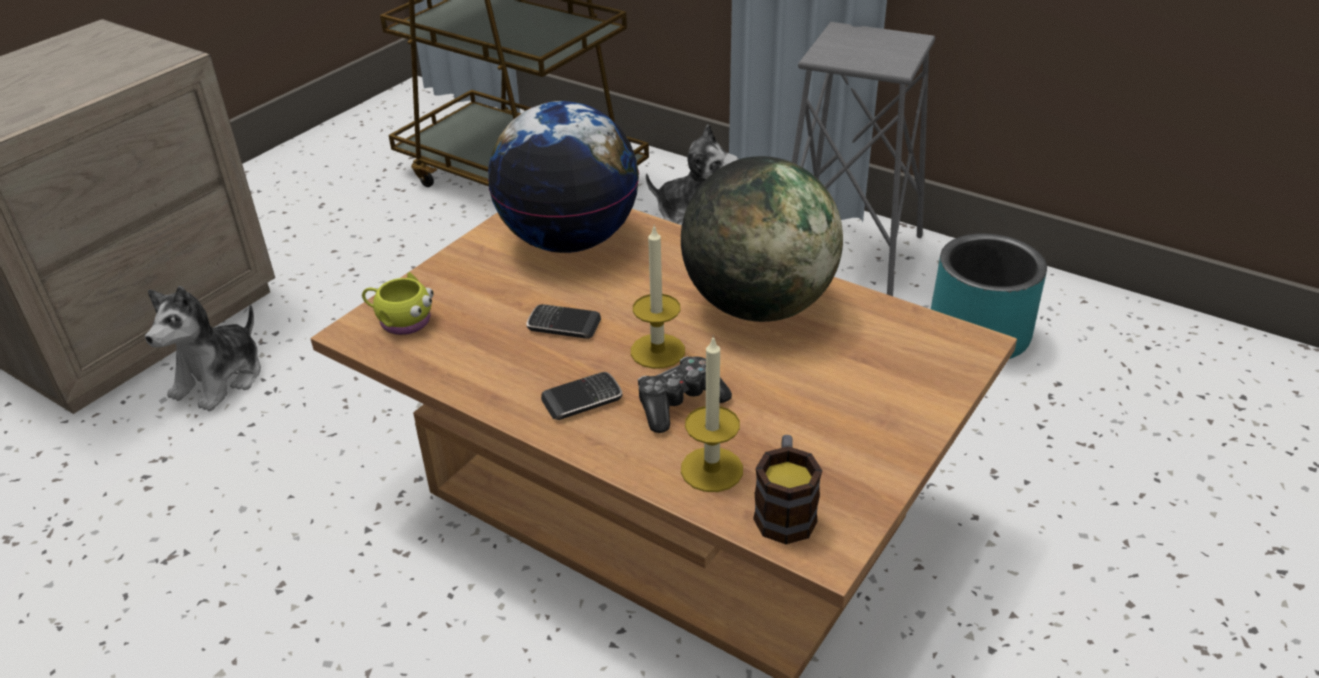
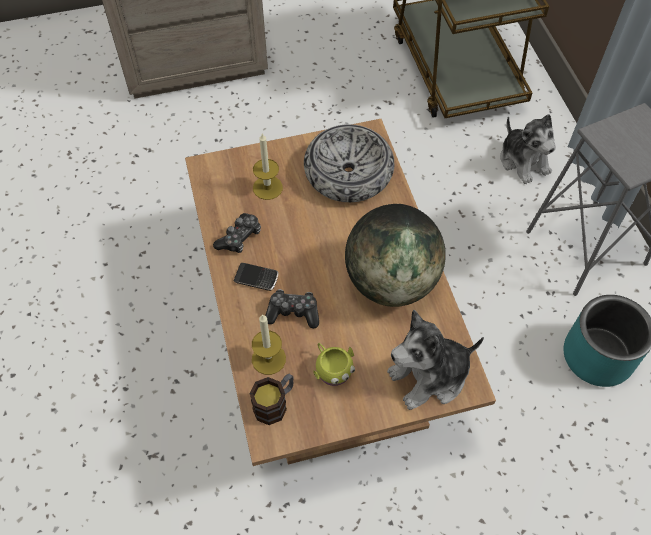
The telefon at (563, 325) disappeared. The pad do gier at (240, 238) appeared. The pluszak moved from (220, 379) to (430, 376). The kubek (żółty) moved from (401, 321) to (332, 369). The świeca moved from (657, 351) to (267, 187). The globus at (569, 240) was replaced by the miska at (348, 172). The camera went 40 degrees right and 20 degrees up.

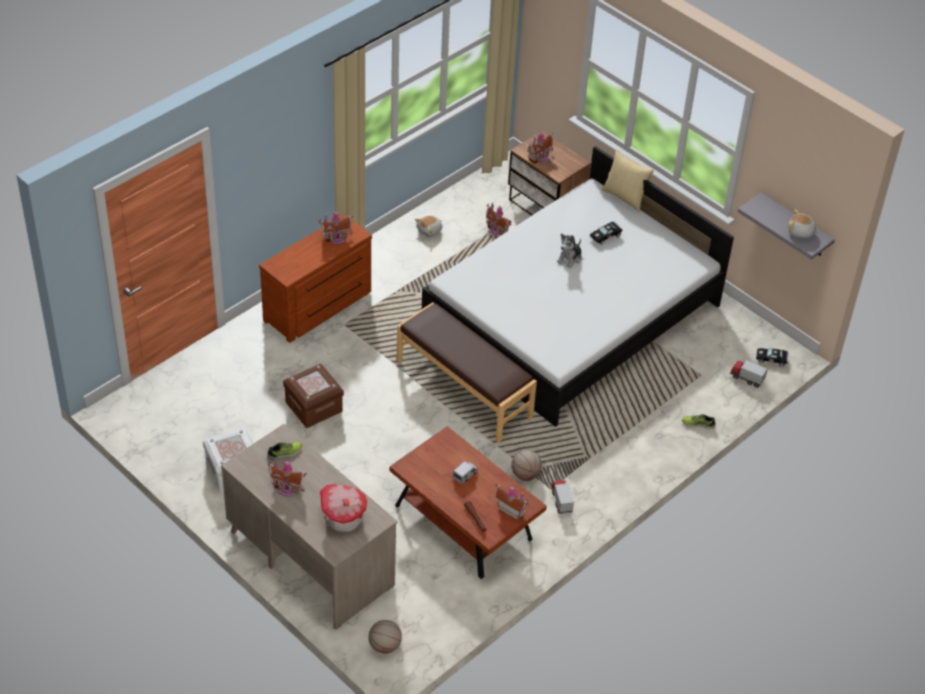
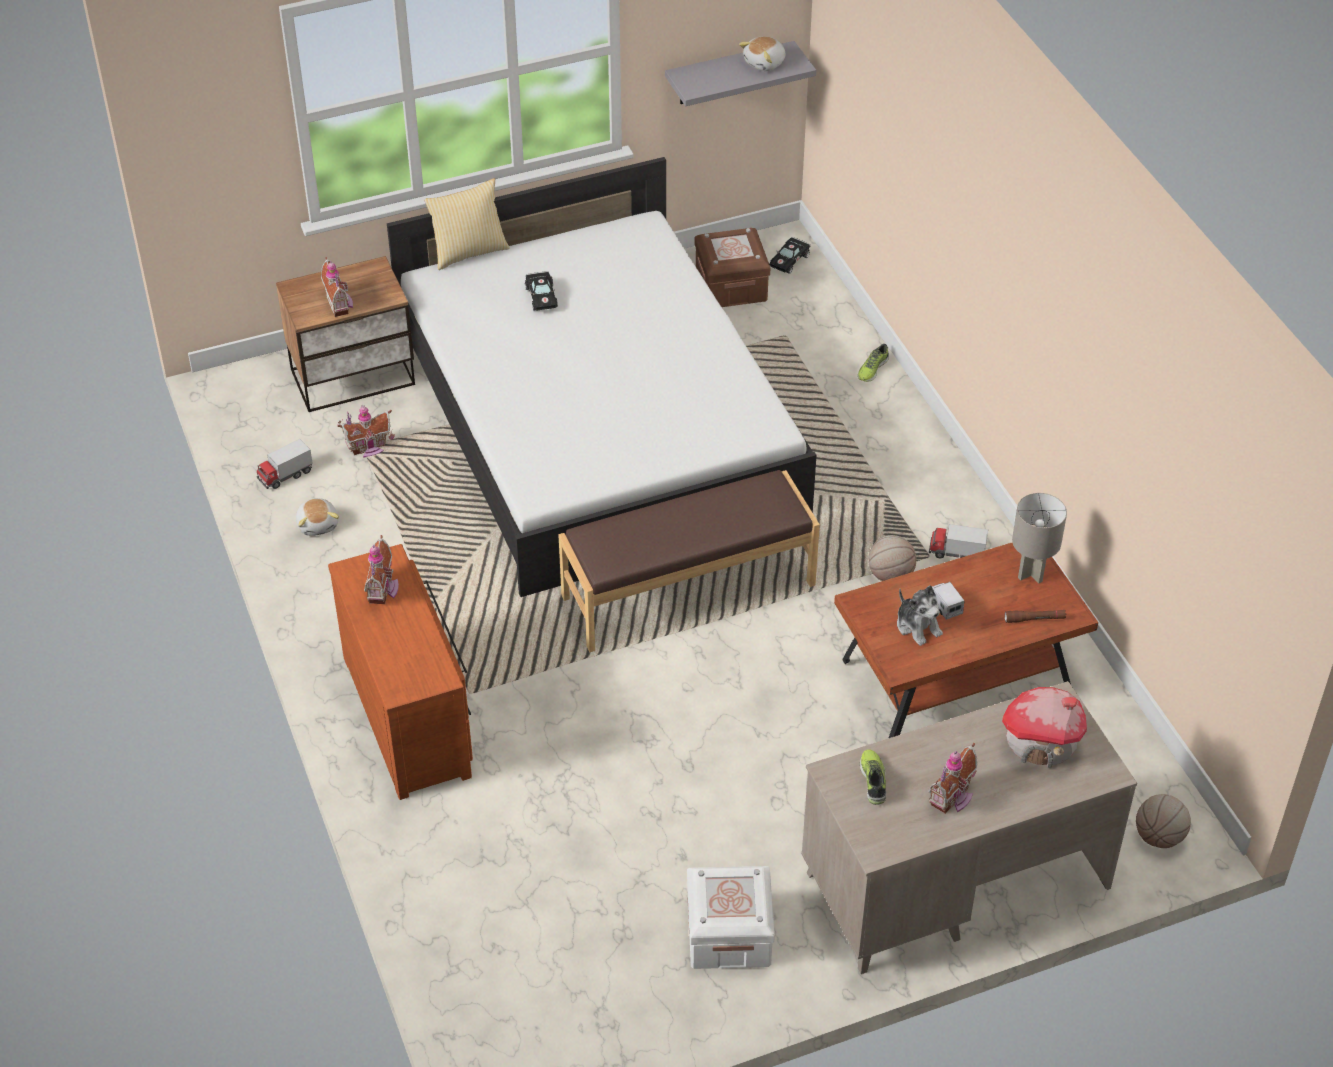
The pojemnik do przechowywania (brązowy) moved from (313, 406) to (731, 286). The pluszak moved from (570, 258) to (917, 626). The ciężarówka zabawkowa moved from (746, 378) to (285, 476). The domek at (512, 509) was replaced by the lampa stołowa (szary) at (1031, 573). The camera went 65 degrees left and 0 degrees up.

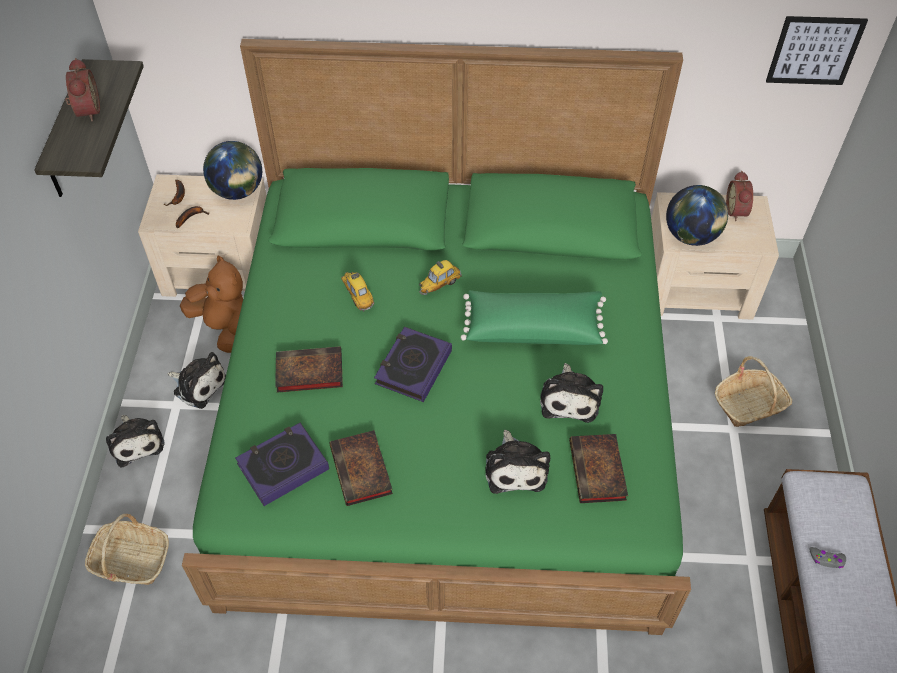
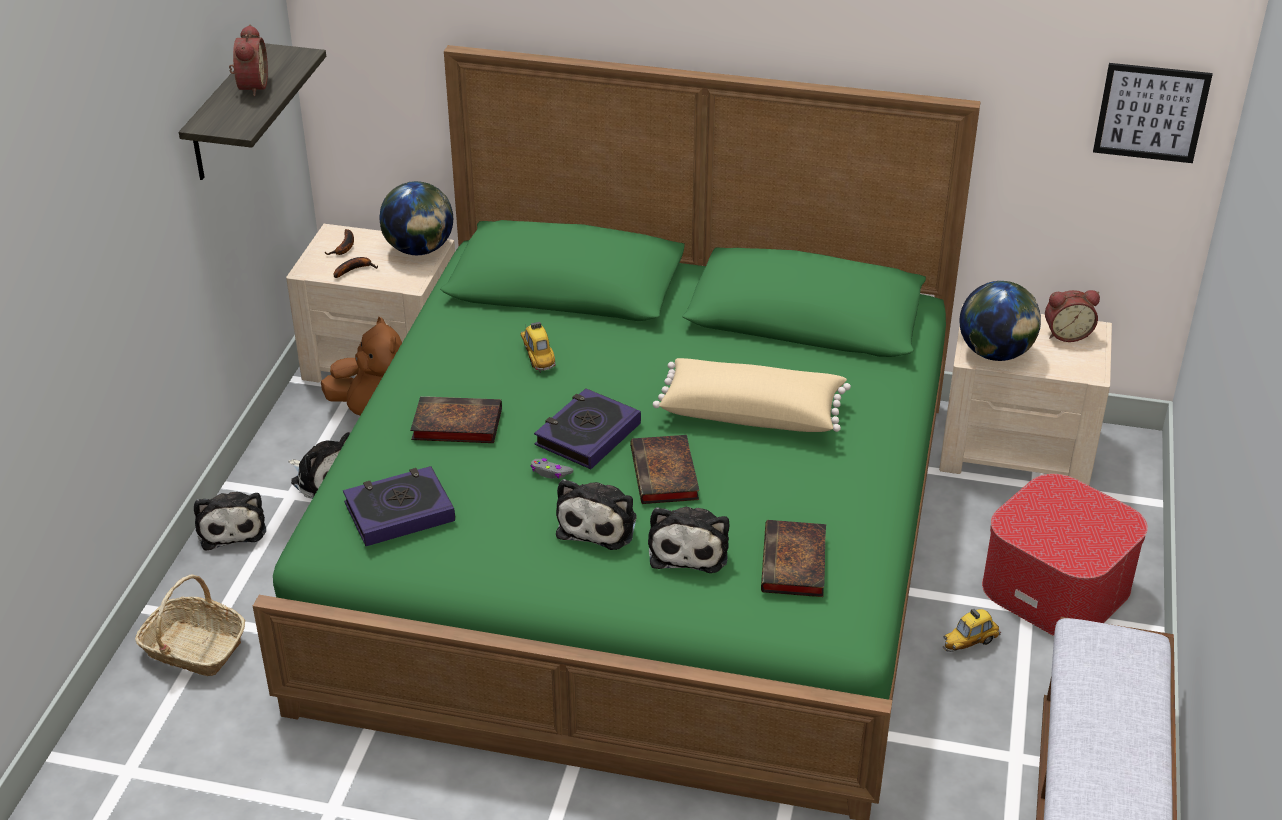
The książka moved from (362, 472) to (665, 476). The samochodzik moved from (439, 285) to (970, 642). The pluszak moved from (569, 398) to (599, 523). The pad do gier (szary) moved from (826, 560) to (550, 472). The koszyk at (749, 405) was replaced by the pufa at (1057, 586). The poduszka (zielony) at (533, 327) became the poduszka (beżowy) at (751, 412). The budzik at (737, 211) turned 105 degrees counterclockwise. The camera went 10 degrees right and 15 degrees down.

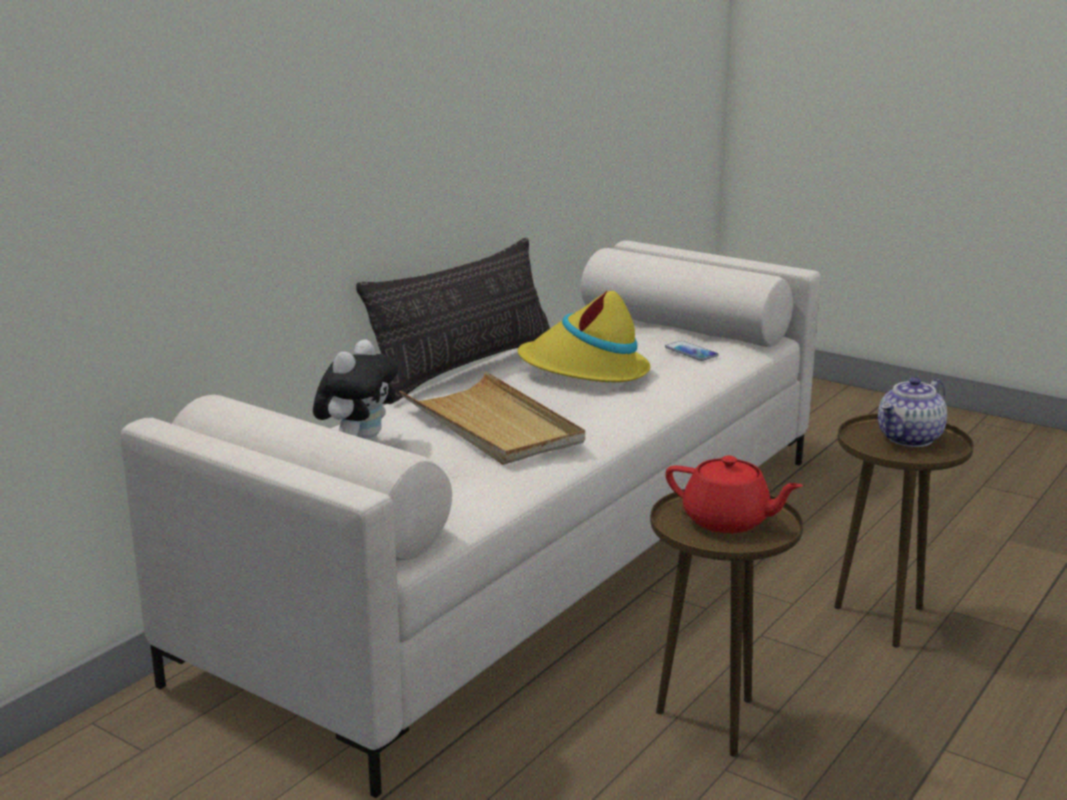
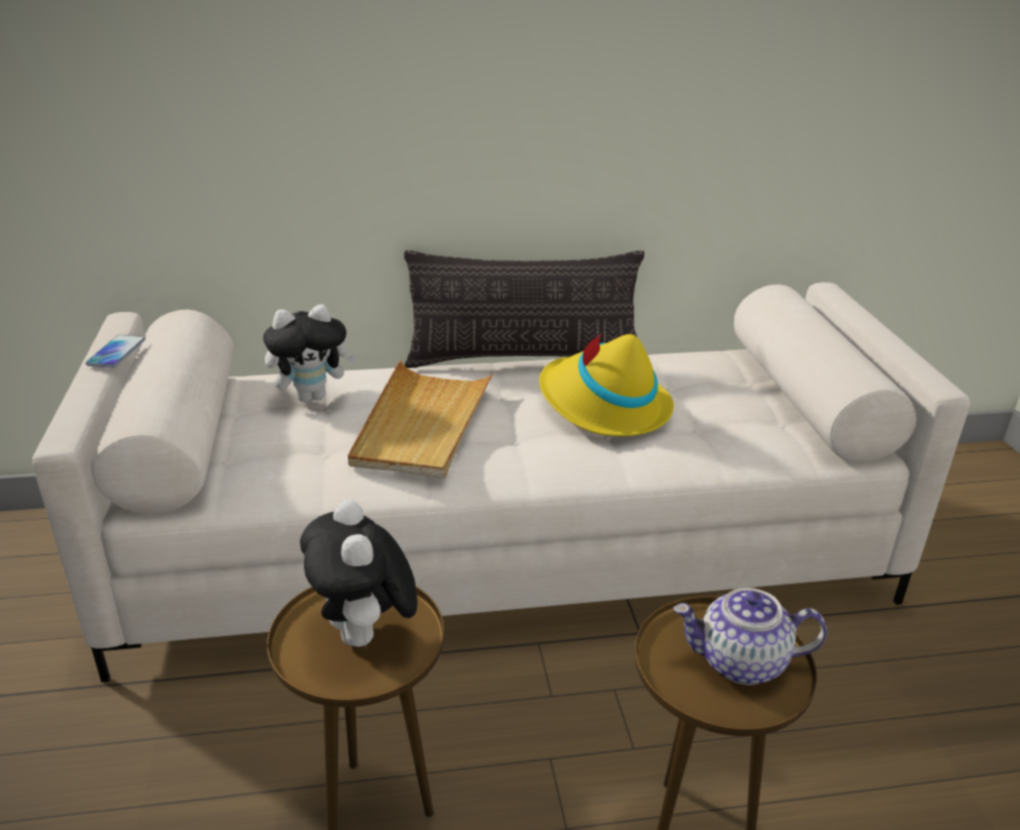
The telefon moved from (691, 352) to (116, 352). The imbryk (czerwony) at (727, 521) was replaced by the pluszak at (364, 636). The camera went 45 degrees right and 10 degrees up.

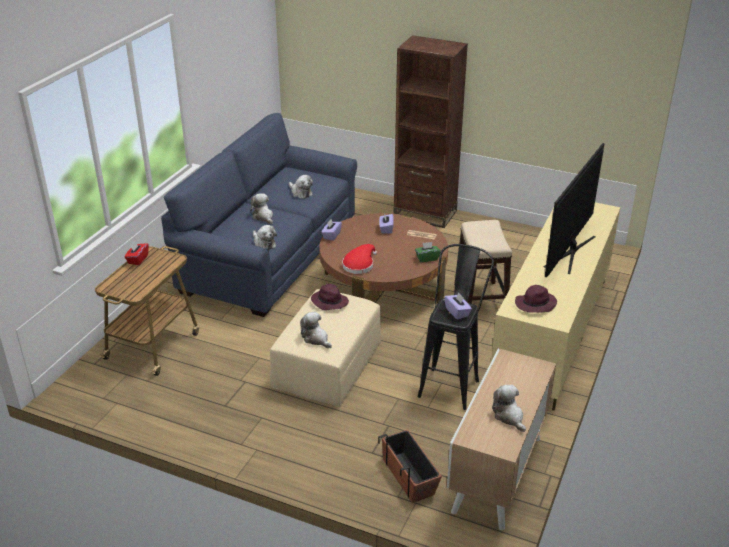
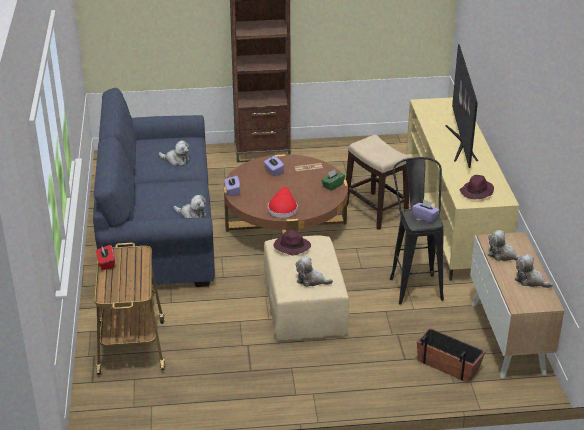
The pluszak moved from (263, 217) to (502, 255). The camera went 30 degrees left and 0 degrees up.

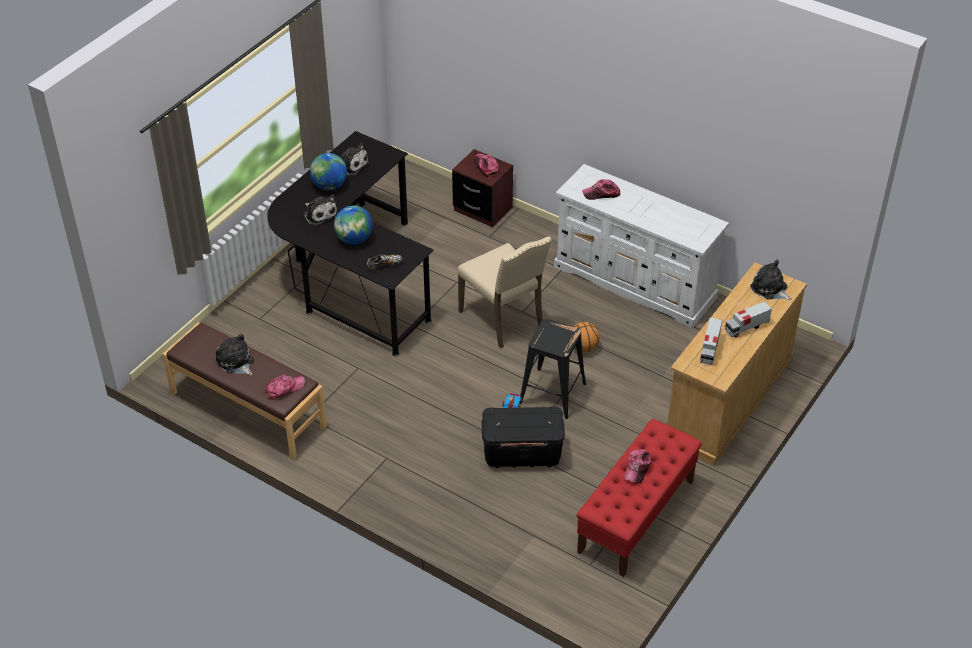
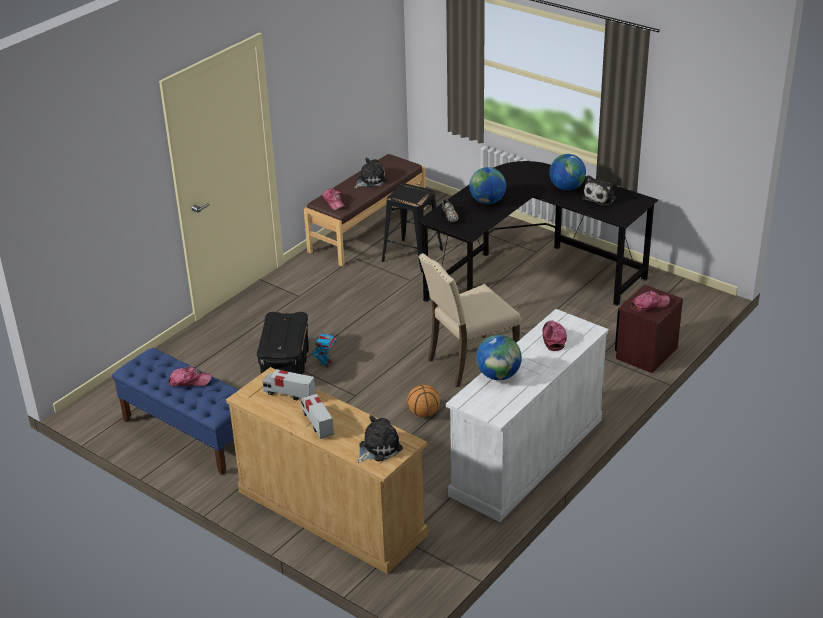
The pluszak at (319, 214) disappeared. The globus at (498, 375) appeared. The stołek (czarny) moved from (551, 393) to (412, 255). The ławka (czerwony) at (636, 517) became the ławka (niebieski) at (189, 433). The czapka z daszkiem at (637, 468) turned 150 degrees clockwise. The camera went 95 degrees right and 10 degrees down.

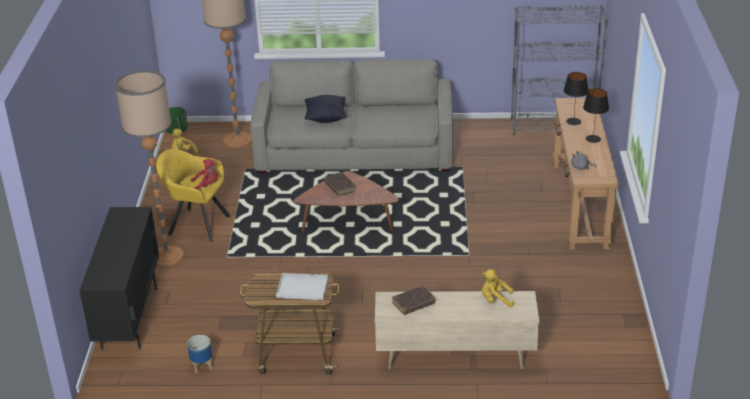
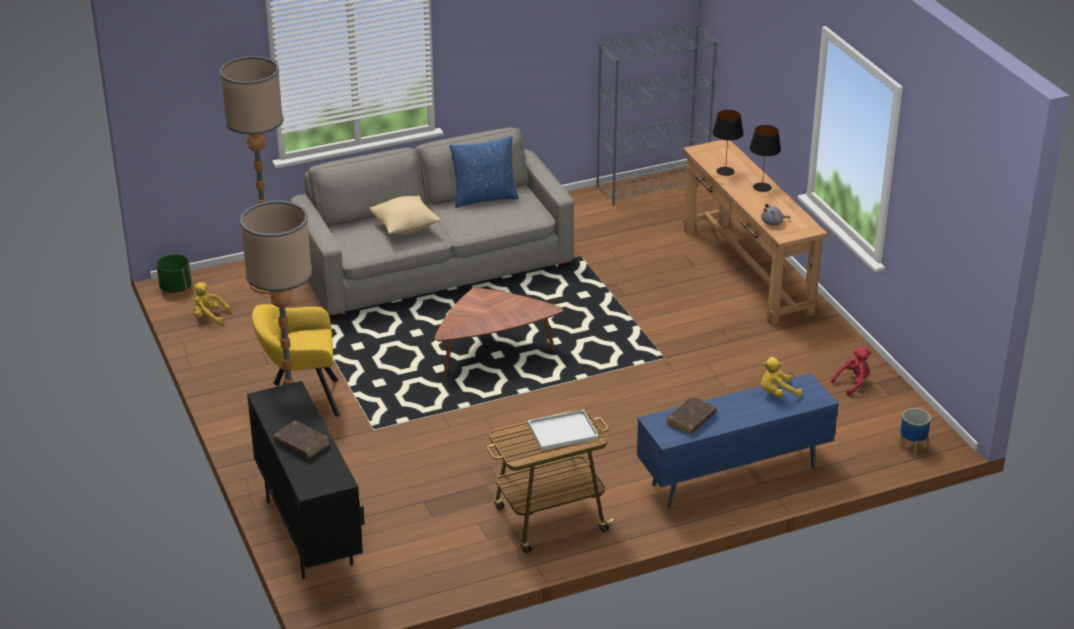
The poduszka (niebieski) at (484, 198) appeared. The donica moved from (202, 366) to (912, 446). The pluszak (czerwony) moved from (206, 185) to (853, 383). The książka (brązowy) moved from (339, 187) to (301, 444). The poduszka (czarny) at (326, 118) became the poduszka (beżowy) at (405, 227). The szafka pod telewizor (beżowy) at (455, 358) became the szafka pod telewizor (niebieski) at (733, 476). The camera went 25 degrees left and 0 degrees up.

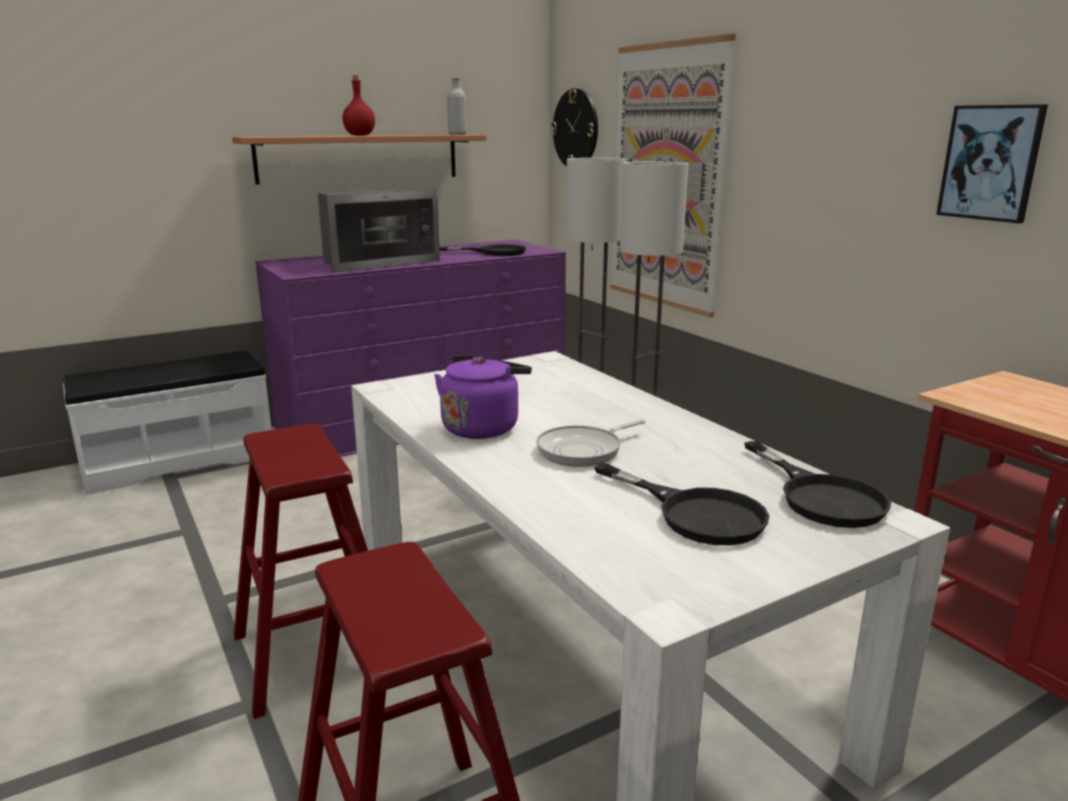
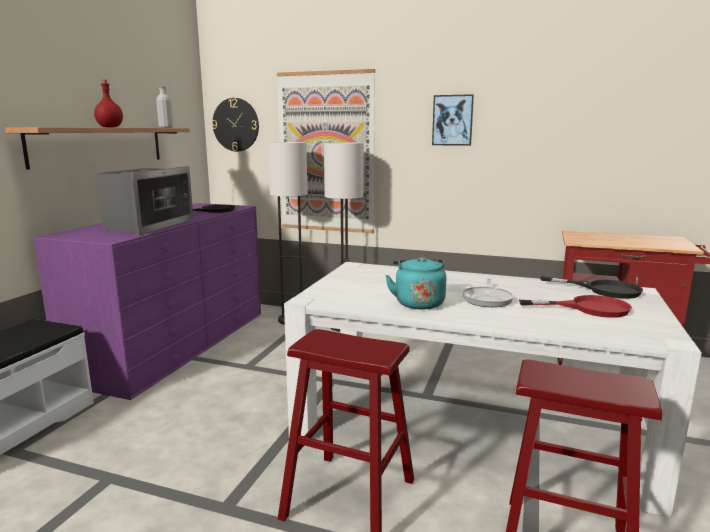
The obraz moved from (991, 163) to (452, 120). The czajnik (fioletowy) at (482, 427) became the czajnik (turkusowy) at (418, 303). The patelnia (czarny) at (696, 513) became the patelnia (czerwony) at (589, 308). The camera went 40 degrees left and 5 degrees down.

